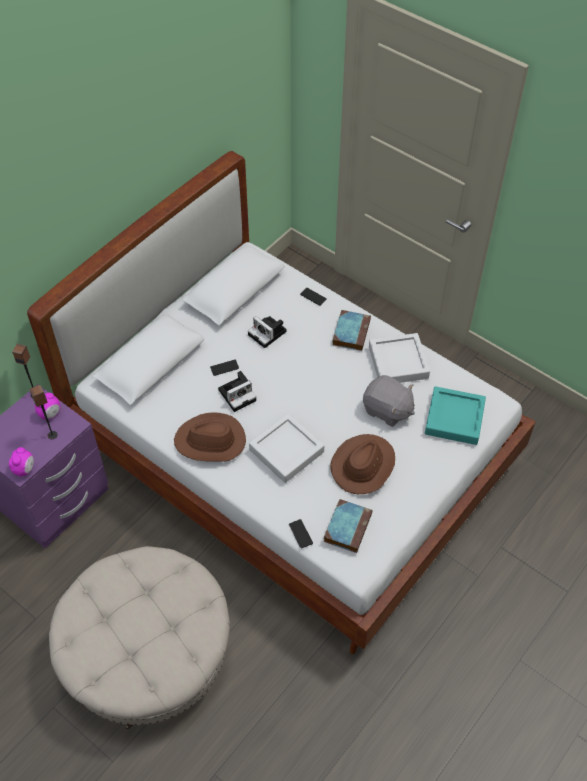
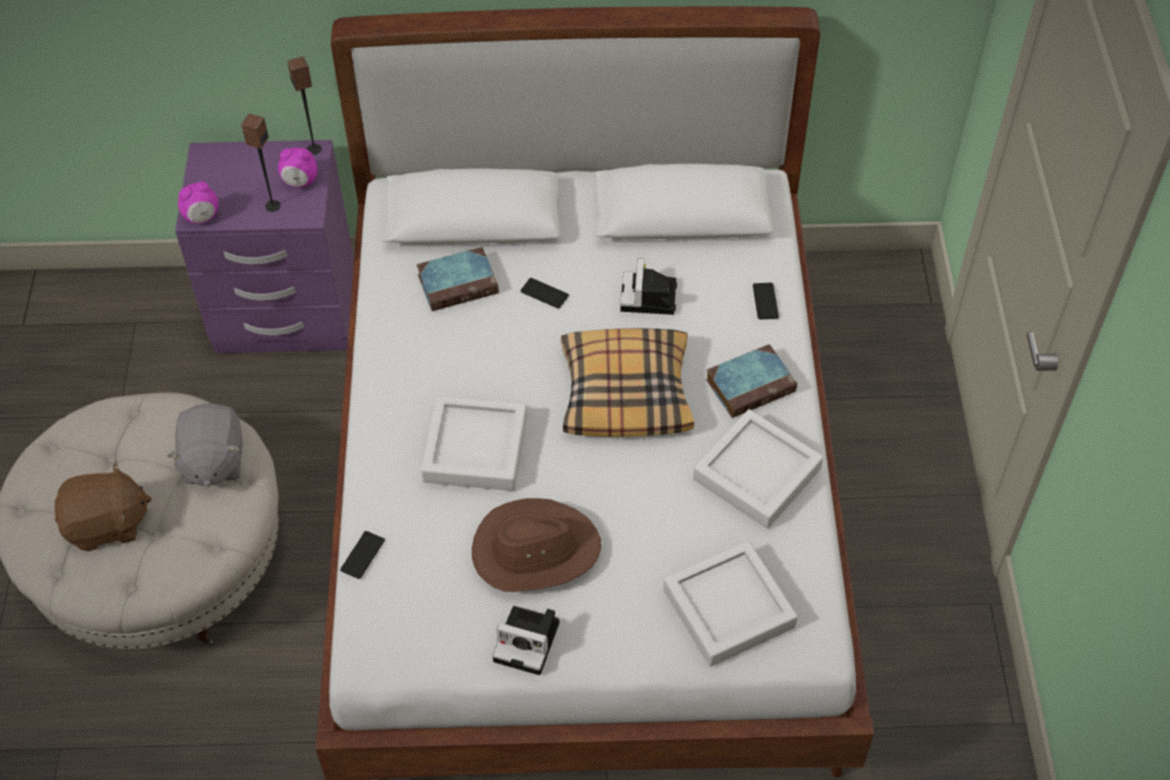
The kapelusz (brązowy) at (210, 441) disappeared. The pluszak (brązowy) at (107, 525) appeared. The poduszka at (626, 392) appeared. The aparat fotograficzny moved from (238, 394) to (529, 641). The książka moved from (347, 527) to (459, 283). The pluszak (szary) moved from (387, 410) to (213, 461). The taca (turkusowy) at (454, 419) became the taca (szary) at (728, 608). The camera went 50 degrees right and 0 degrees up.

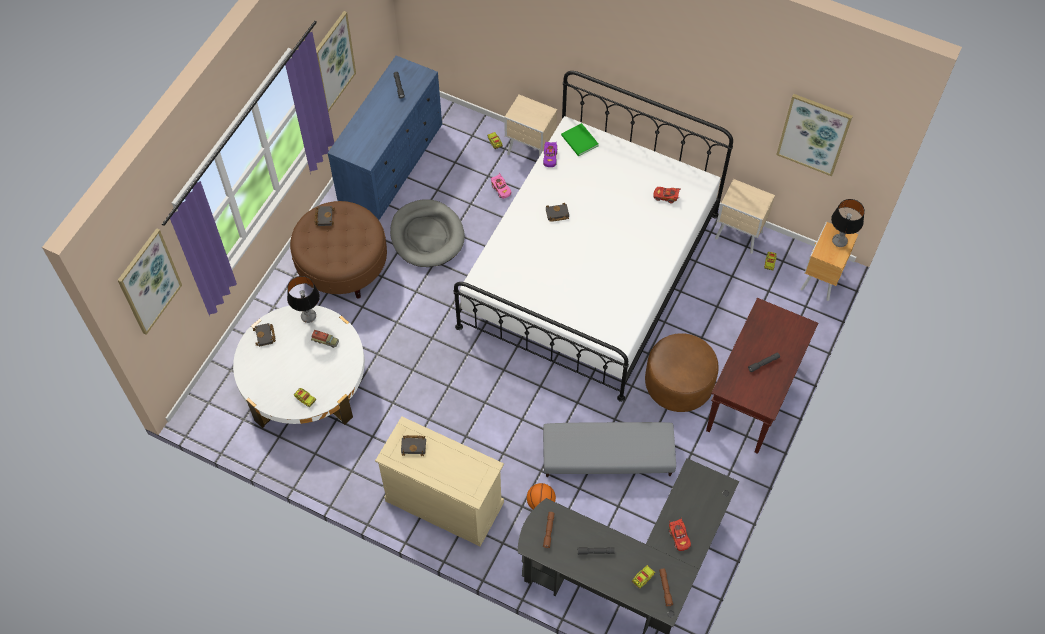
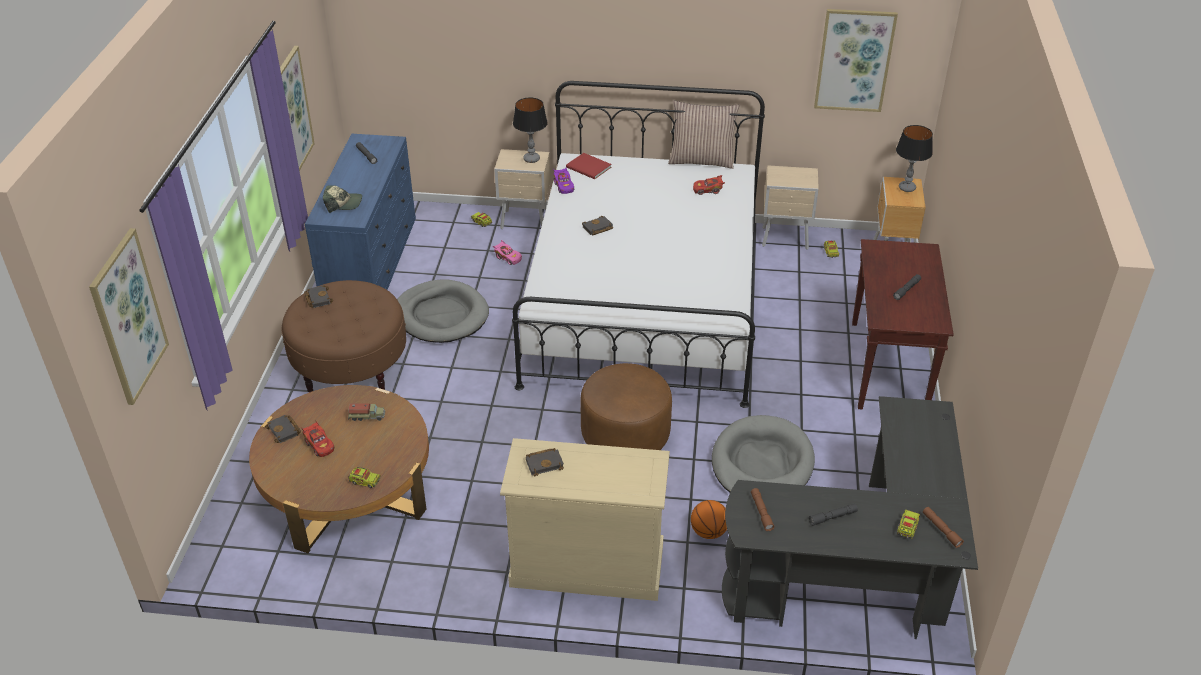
The czapka z daszkiem at (343, 203) appeared. The poduszka at (701, 160) appeared. The lampa stołowa moved from (308, 316) to (531, 159). The pufa (brązowy) moved from (679, 384) to (625, 435). The samochodzik (czerwony) moved from (679, 537) to (319, 445). The pufa (szary) at (607, 457) was replaced by the legowisko (szary) at (762, 463). The ława (biały) at (305, 382) became the ława (brązowy) at (348, 490). The książka (zielony) at (579, 141) became the książka (czerwony) at (589, 168). The camera went 20 degrees left and 20 degrees down.

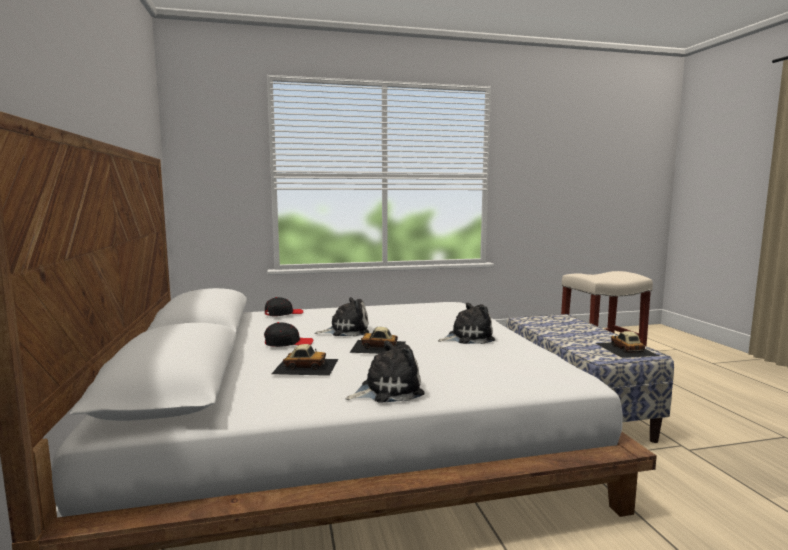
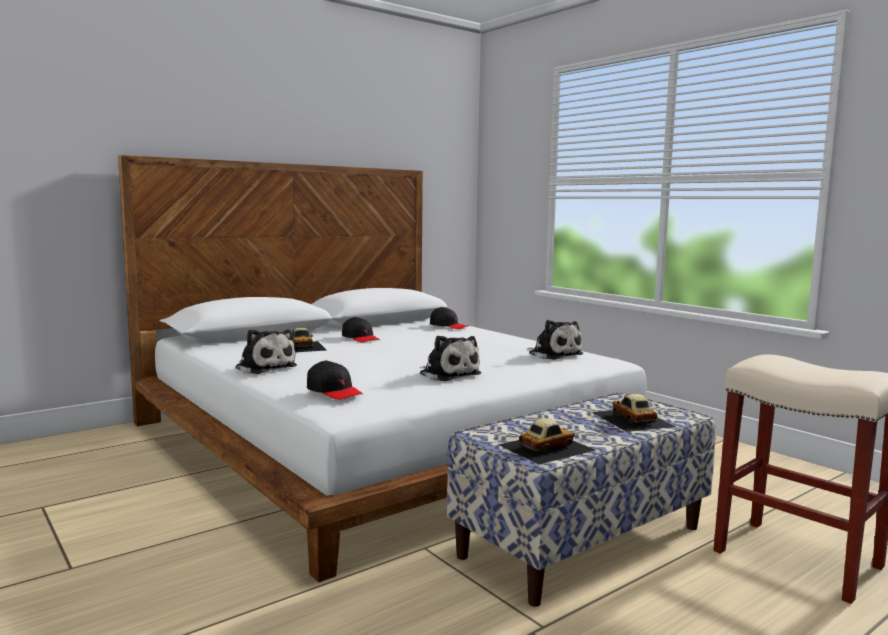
The czapka z daszkiem (czarny) at (334, 391) appeared. The pluszak moved from (346, 331) to (553, 354). The samochodzik moved from (379, 347) to (632, 419). The camera went 65 degrees right and 0 degrees up.

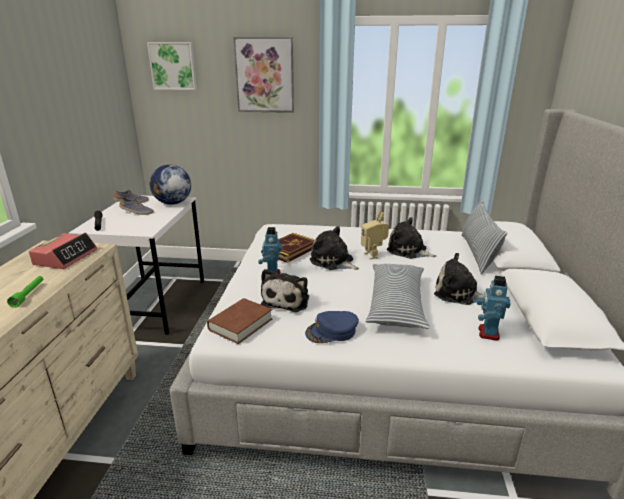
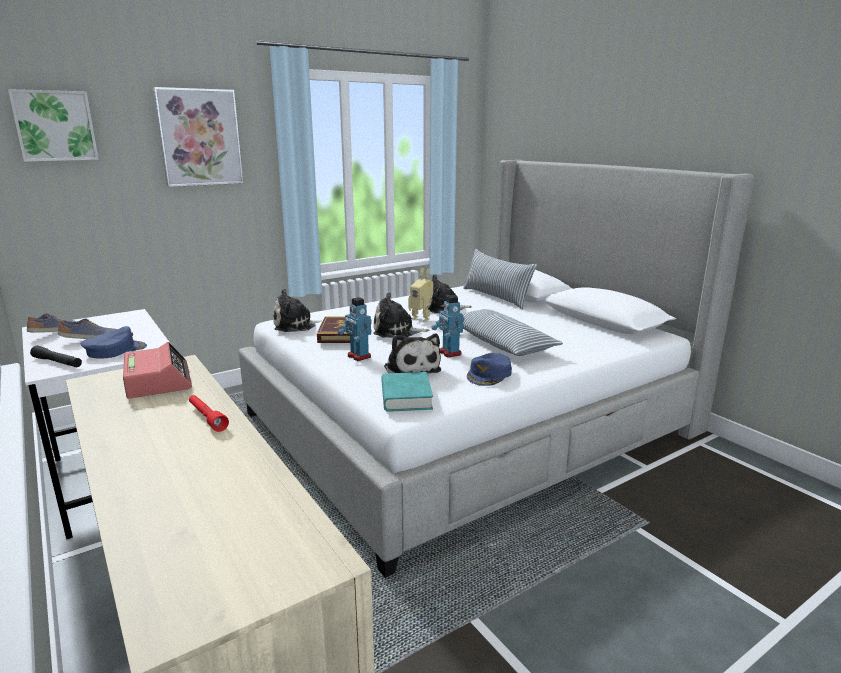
The globus at (172, 203) disappeared. The czapka z daszkiem (niebieski) at (115, 350) appeared. The pluszak moved from (459, 294) to (296, 325). The robot zabawkowy moved from (488, 333) to (449, 353). The latarka (zielony) at (29, 294) became the latarka (czerwony) at (207, 418). The książka (brązowy) at (240, 324) became the książka (turkusowy) at (406, 397). The camera went 40 degrees left and 5 degrees down.

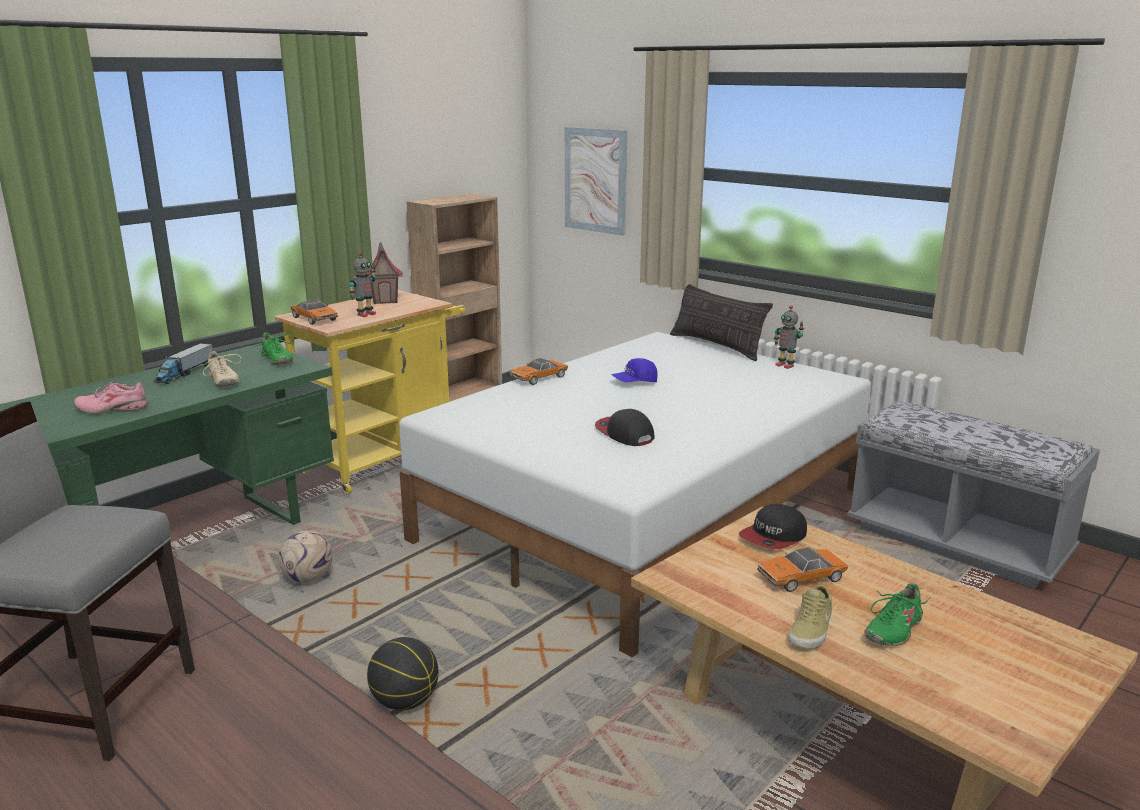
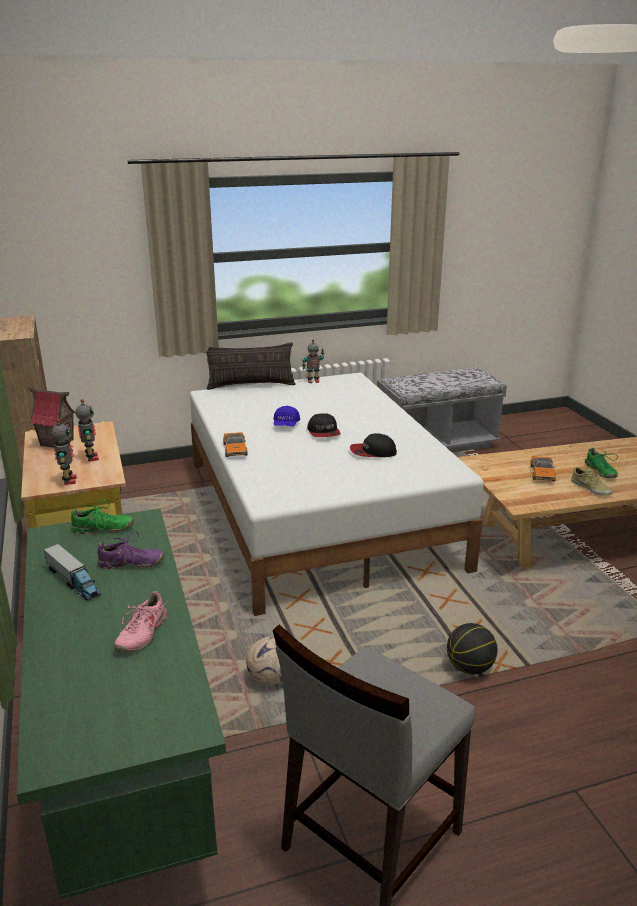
The obraz at (595, 180) disappeared. The czapka z daszkiem moved from (773, 537) to (324, 432). The samochodzik at (315, 319) was replaced by the robot zabawkowy at (68, 480). The but (beżowy) at (222, 381) became the but (fioletowy) at (131, 564). The camera went 60 degrees left and 5 degrees up.

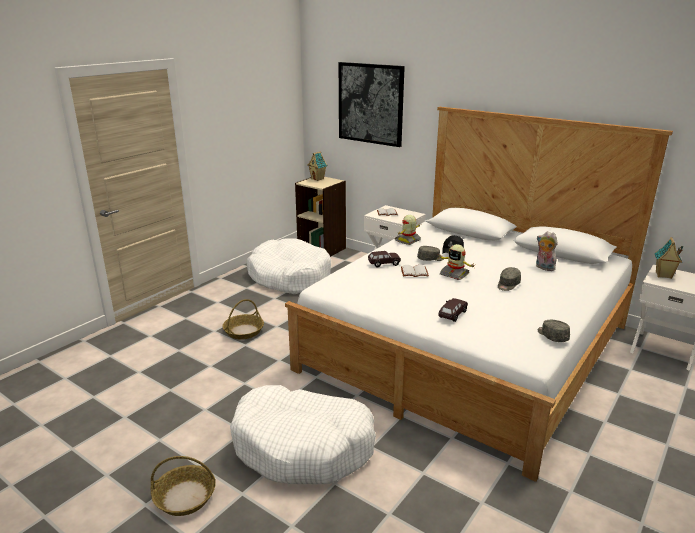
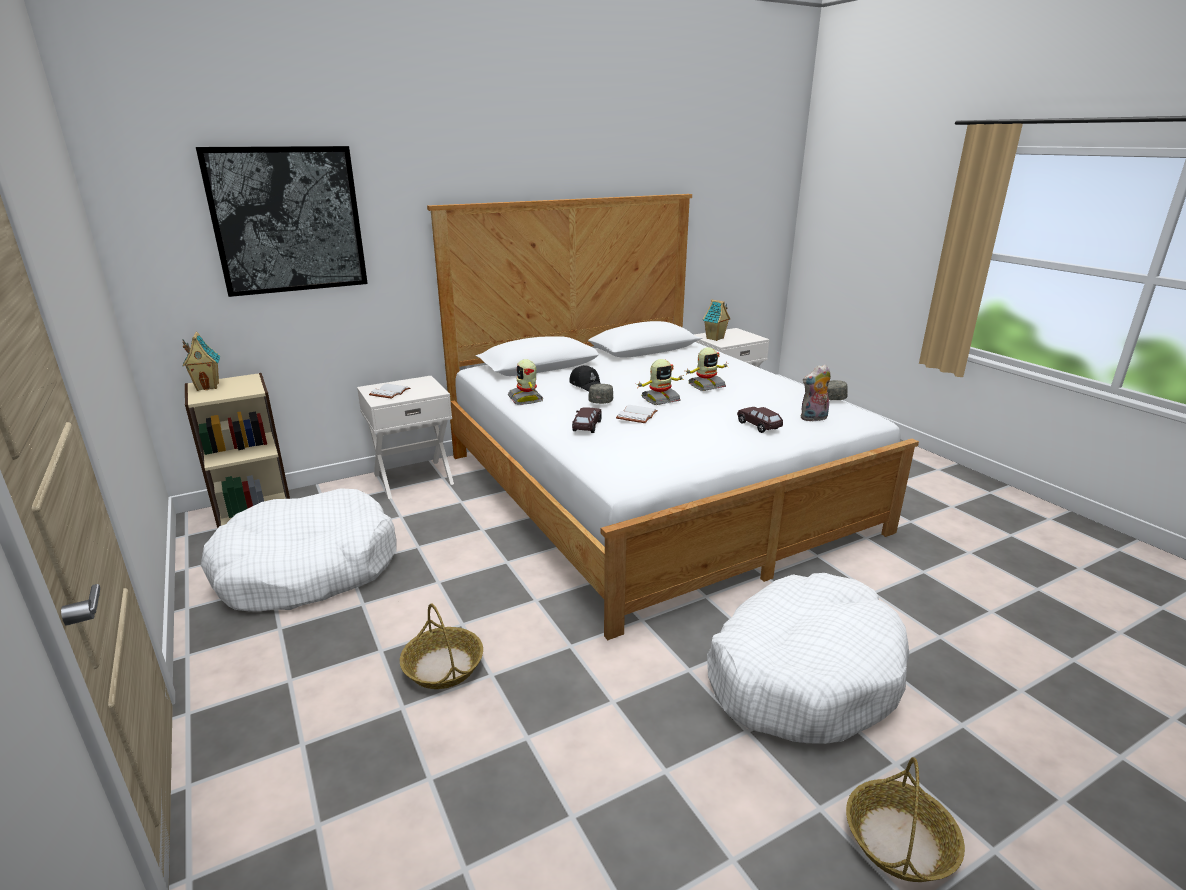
The pluszak moved from (543, 268) to (813, 418). The czapka z daszkiem (szary) at (508, 285) was replaced by the robot zabawkowy at (706, 385). The camera went 65 degrees left and 0 degrees up.

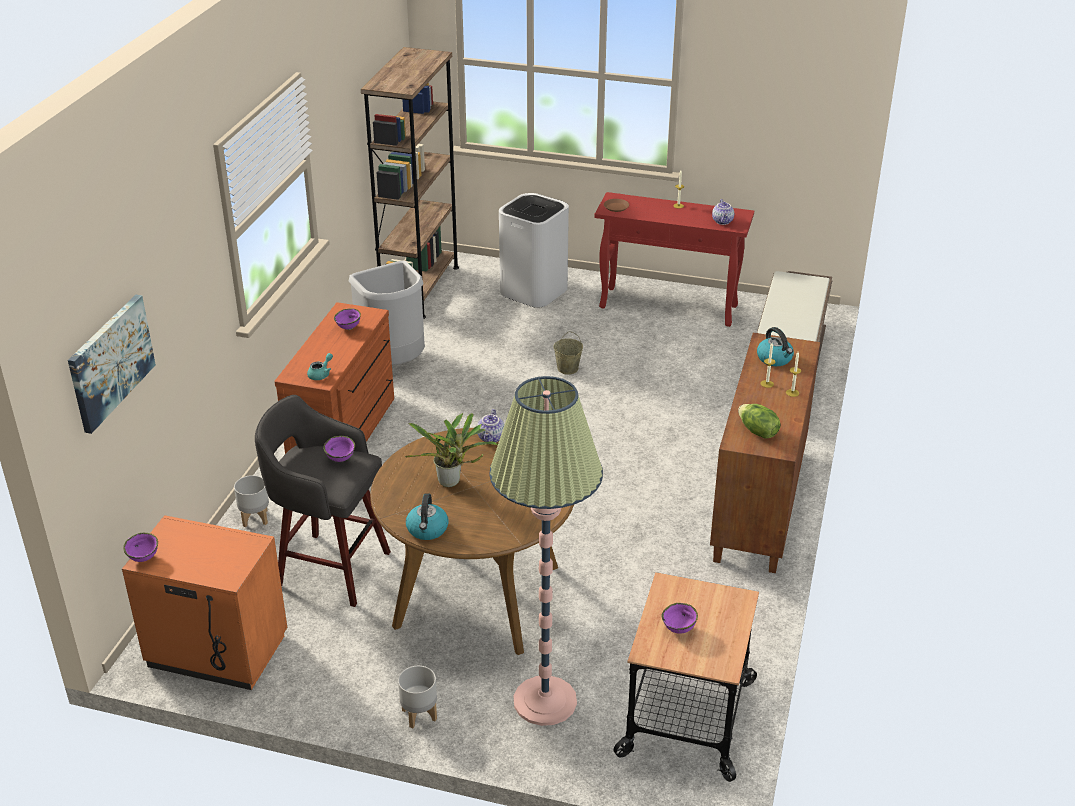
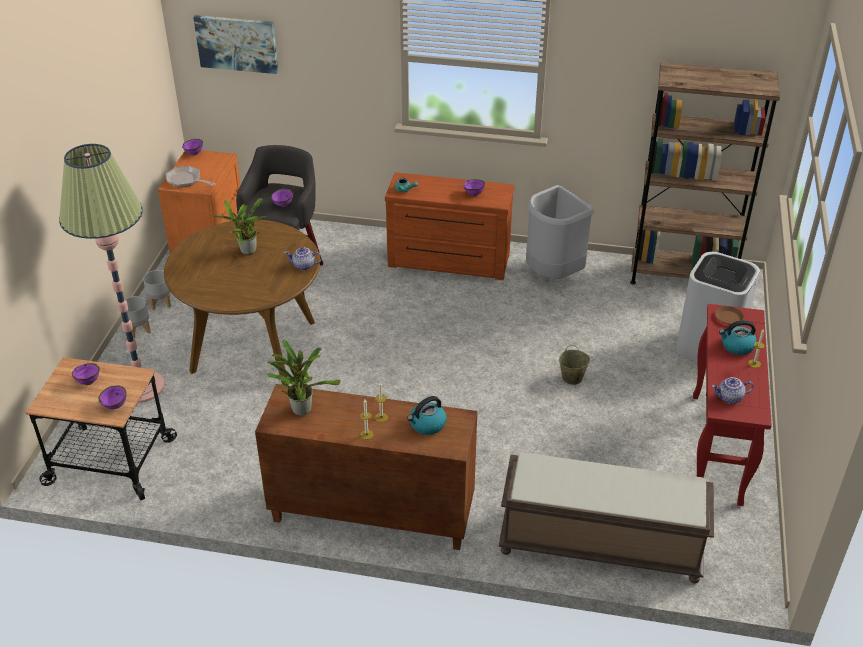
The miska (fioletowy) at (116, 406) appeared. The patelnia at (186, 180) appeared. The donica (szary) moved from (254, 518) to (160, 303). The czajnik moved from (427, 530) to (736, 346). The sałata at (757, 431) was replaced by the roślina doniczkowa at (301, 408). The camera went 85 degrees right and 5 degrees up.

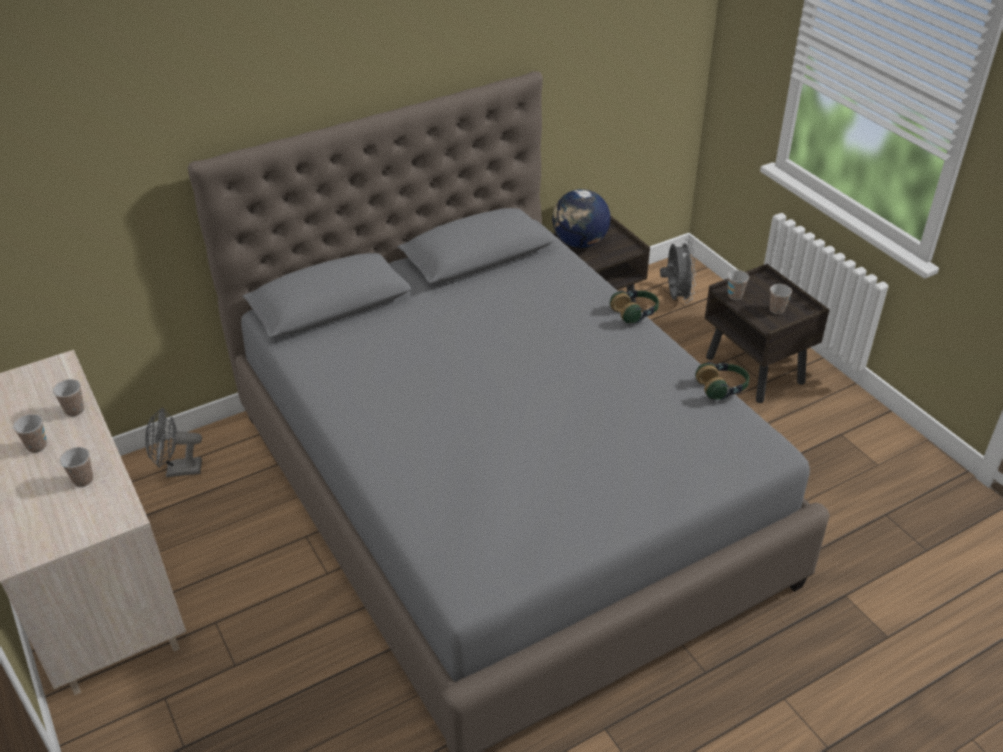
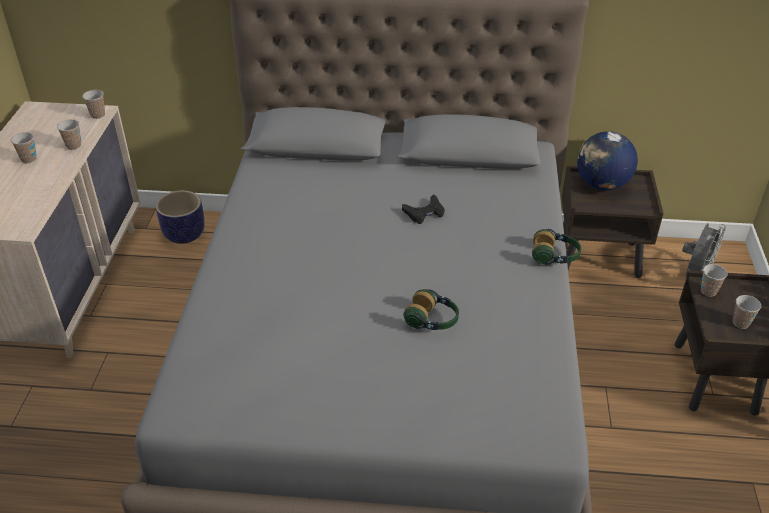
The pad do gier (czarny) at (424, 213) appeared. The filiżanka moved from (83, 480) to (98, 115). The słuchawki moved from (722, 388) to (432, 320). The wentylator (szary) at (178, 470) was replaced by the donica at (184, 235). The camera went 35 degrees right and 0 degrees up.

